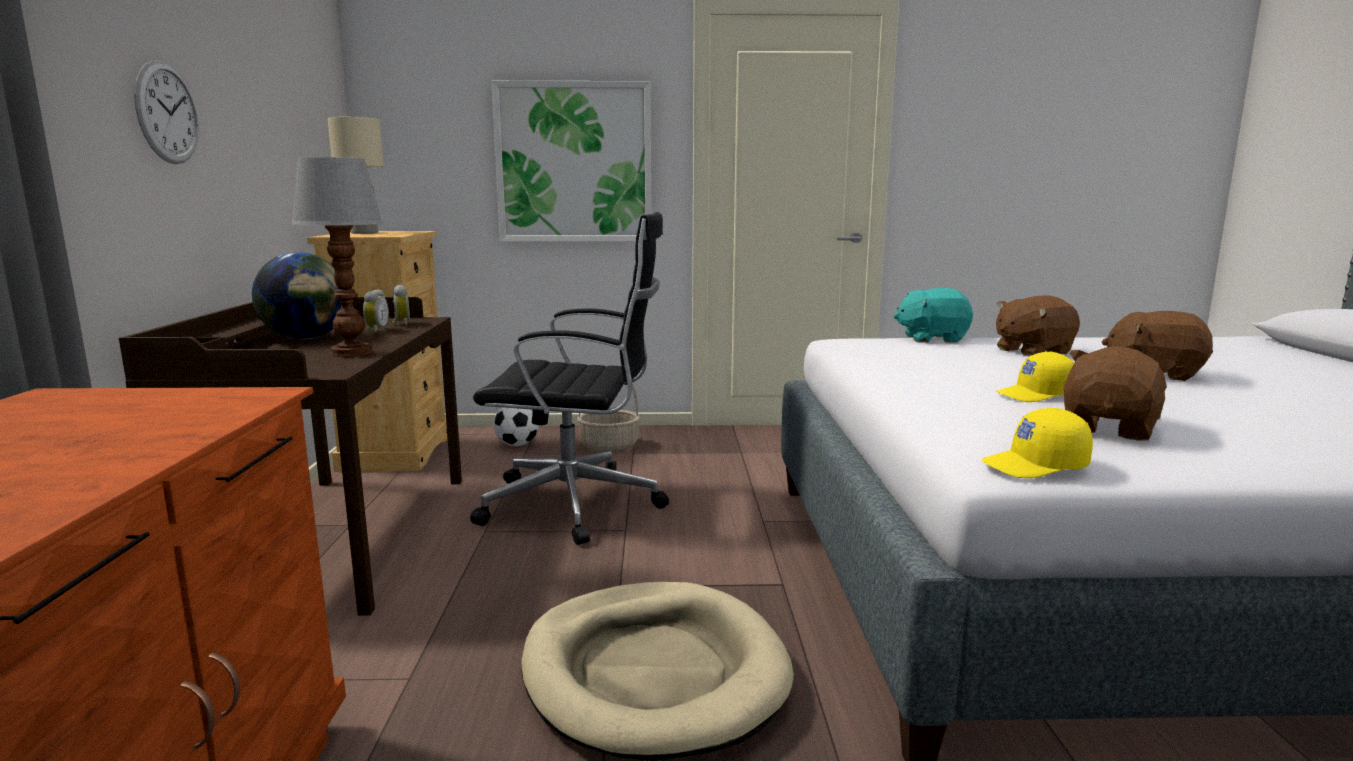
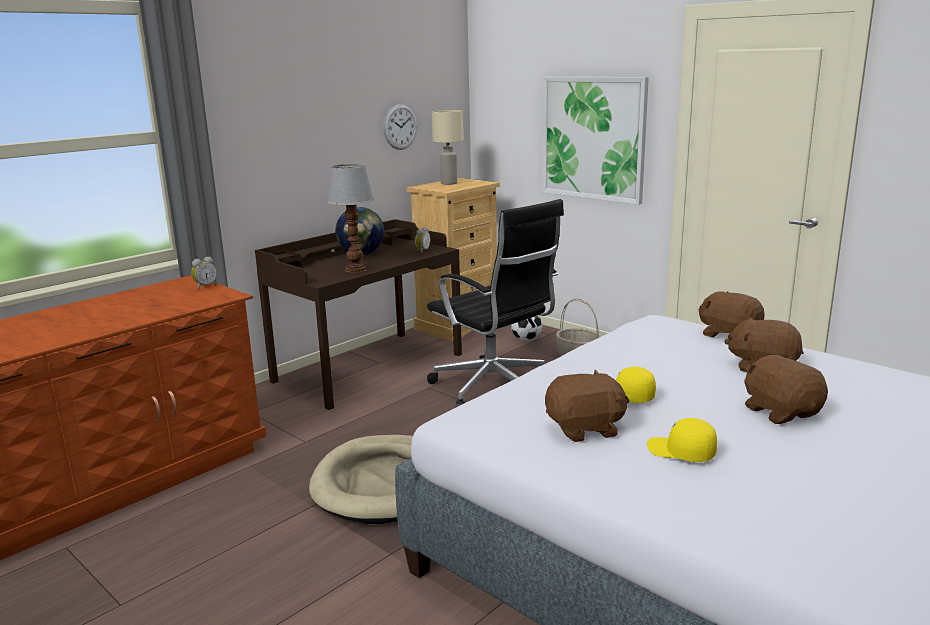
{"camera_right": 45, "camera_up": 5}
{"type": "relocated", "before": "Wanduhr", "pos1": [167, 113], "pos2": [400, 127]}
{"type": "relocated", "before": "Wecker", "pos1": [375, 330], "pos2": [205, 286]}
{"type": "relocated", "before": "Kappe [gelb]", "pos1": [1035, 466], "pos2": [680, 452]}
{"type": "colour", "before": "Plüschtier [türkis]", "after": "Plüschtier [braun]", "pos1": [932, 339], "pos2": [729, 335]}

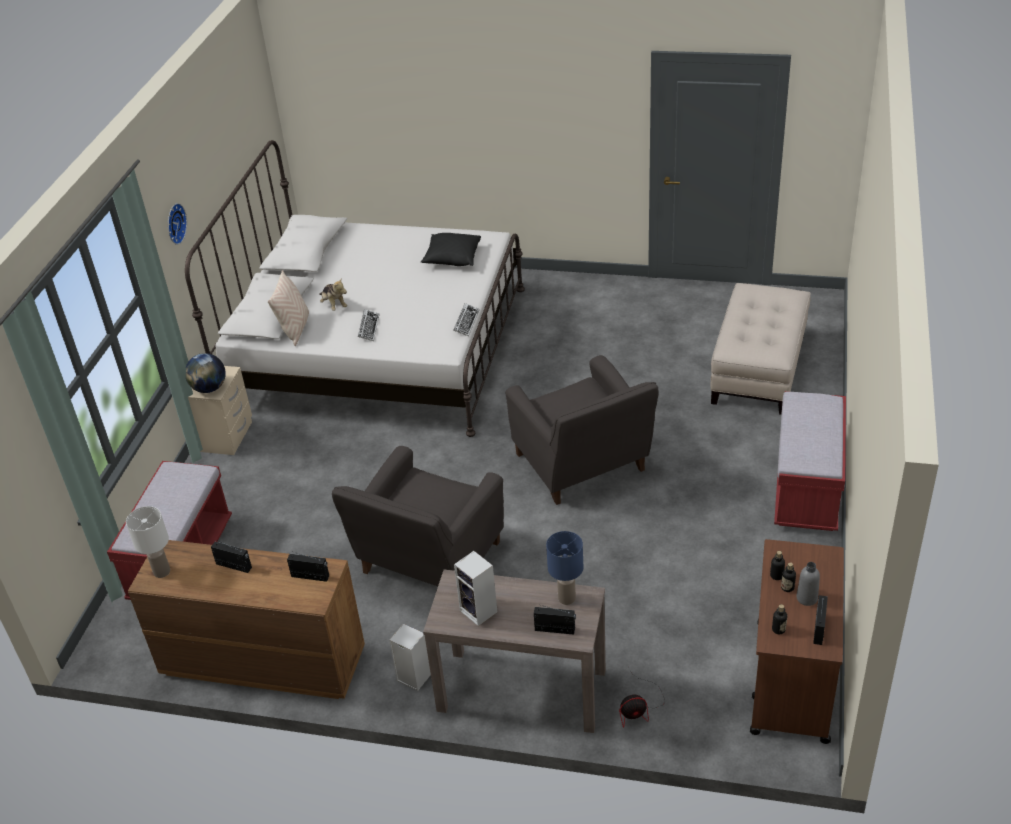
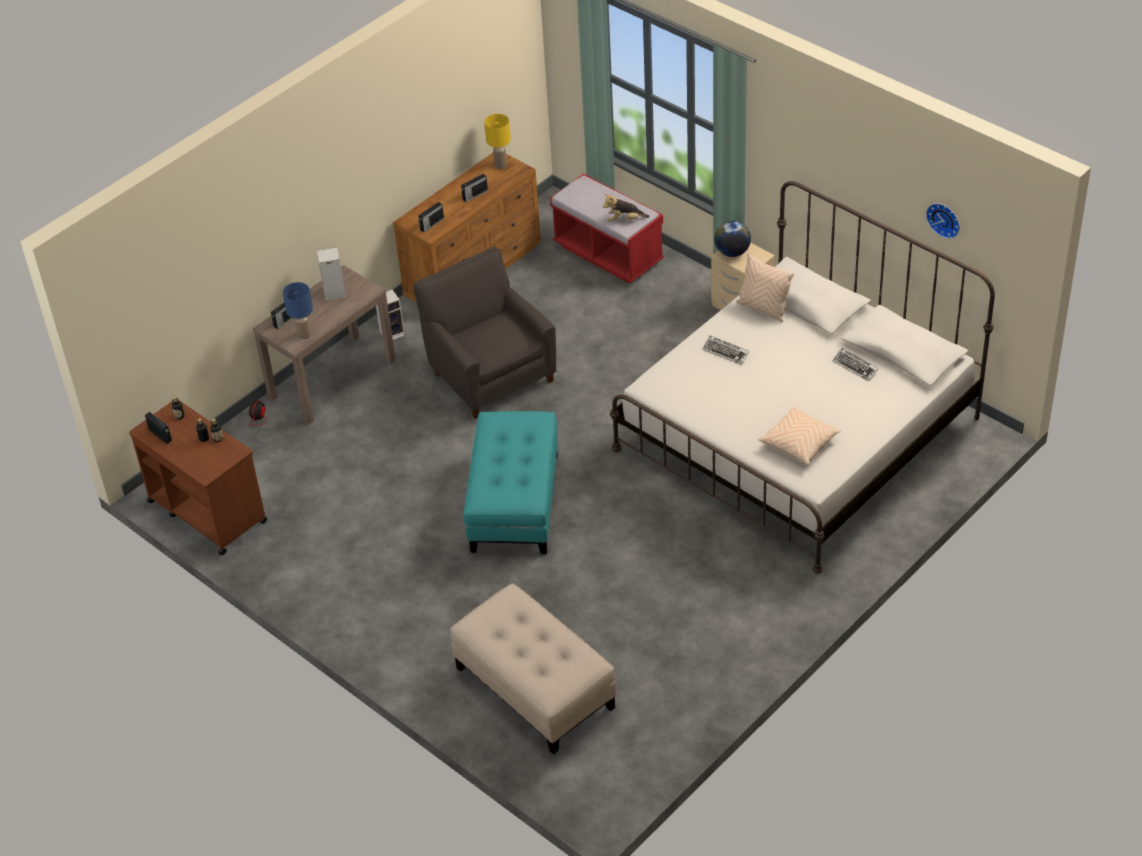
{"camera_right": 120, "camera_up": 5}
{"type": "missing", "before": "Bank [rot]", "pos1": [807, 489]}
{"type": "missing", "before": "Flasche [grau]", "pos1": [806, 598]}
{"type": "relocated", "before": "Wanduhr", "pos1": [174, 223], "pos2": [944, 219]}
{"type": "relocated", "before": "Plüschtier", "pos1": [334, 305], "pos2": [625, 220]}
{"type": "relocated", "before": "Tastatur", "pos1": [466, 322], "pos2": [855, 366]}
{"type": "exchanged", "before": "Sessel [grau]", "after": "Polsterhocker [türkis]", "pos1": [583, 466], "pos2": [513, 502]}
{"type": "colour", "before": "Tischlampe [weiß]", "after": "Tischlampe [gelb]", "pos1": [162, 571], "pos2": [500, 165]}
{"type": "colour", "before": "Kissen [schwarz]", "after": "Kissen [beige]", "pos1": [452, 258], "pos2": [799, 443]}

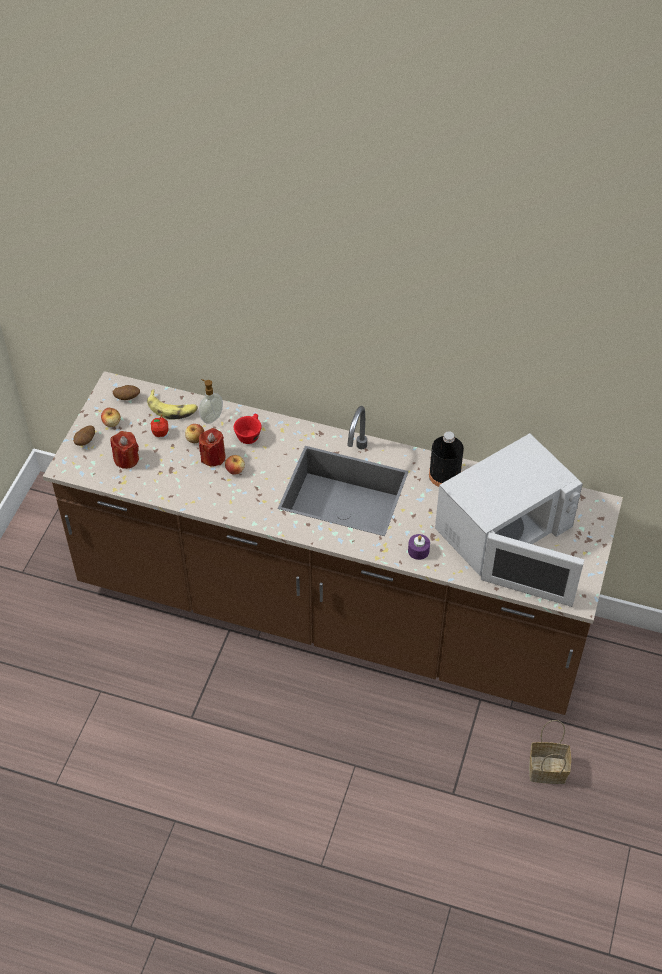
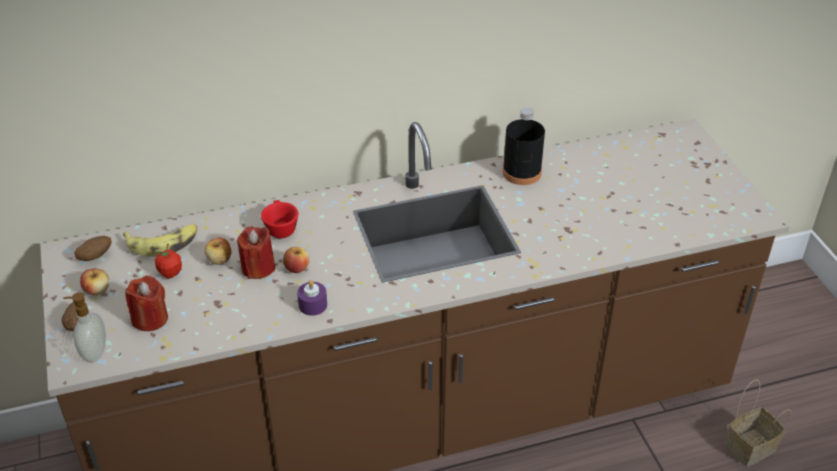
{"camera_right": -35, "camera_up": -10}
{"type": "missing", "before": "Mikrowelle [weiß]", "pos1": [504, 533]}
{"type": "relocated", "before": "Seifenspender", "pos1": [211, 417], "pos2": [93, 352]}
{"type": "relocated", "before": "Kerze [lila]", "pos1": [418, 551], "pos2": [313, 305]}

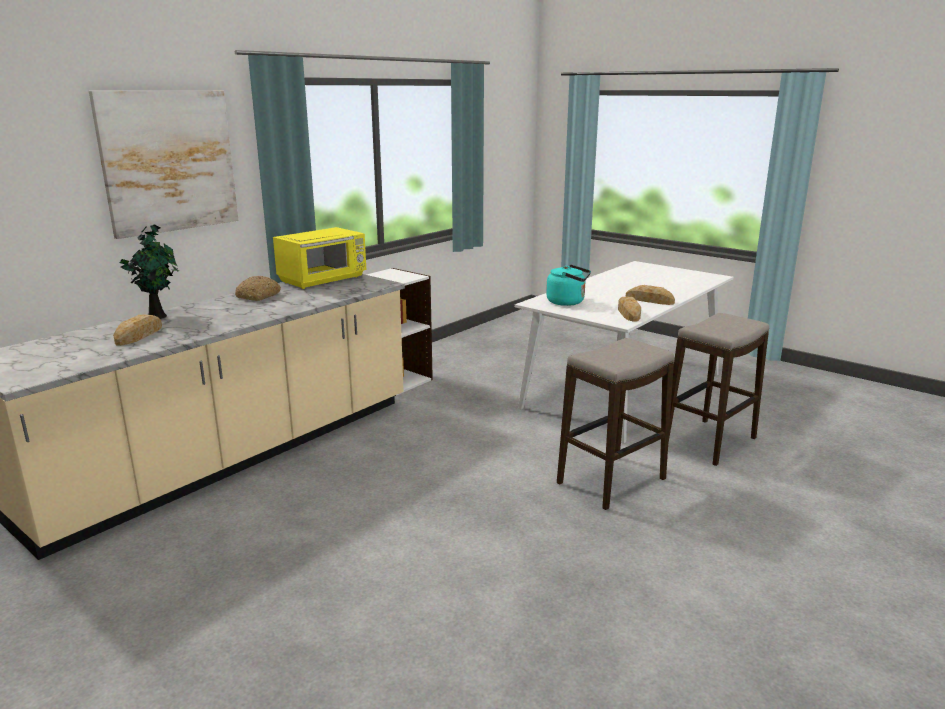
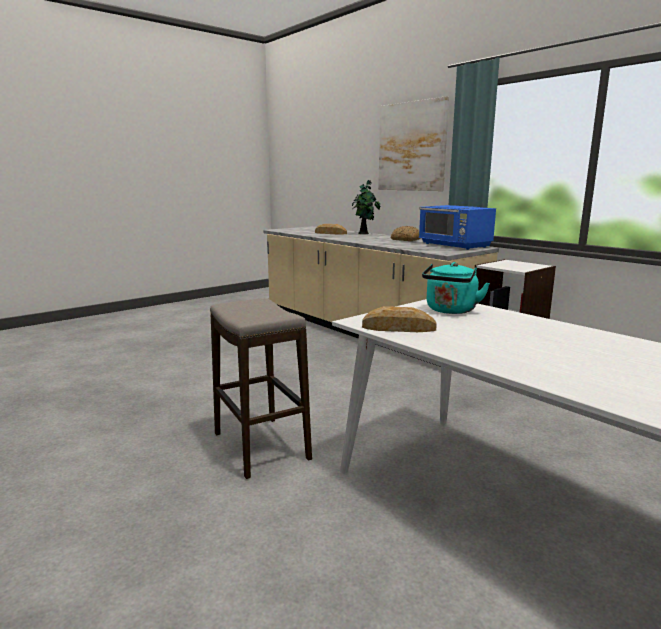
{"camera_right": 100, "camera_up": -5}
{"type": "missing", "before": "Brot", "pos1": [649, 300]}
{"type": "missing", "before": "Hocker", "pos1": [710, 442]}
{"type": "colour", "before": "Mikrowelle [gelb]", "after": "Mikrowelle [blau]", "pos1": [324, 280], "pos2": [454, 245]}

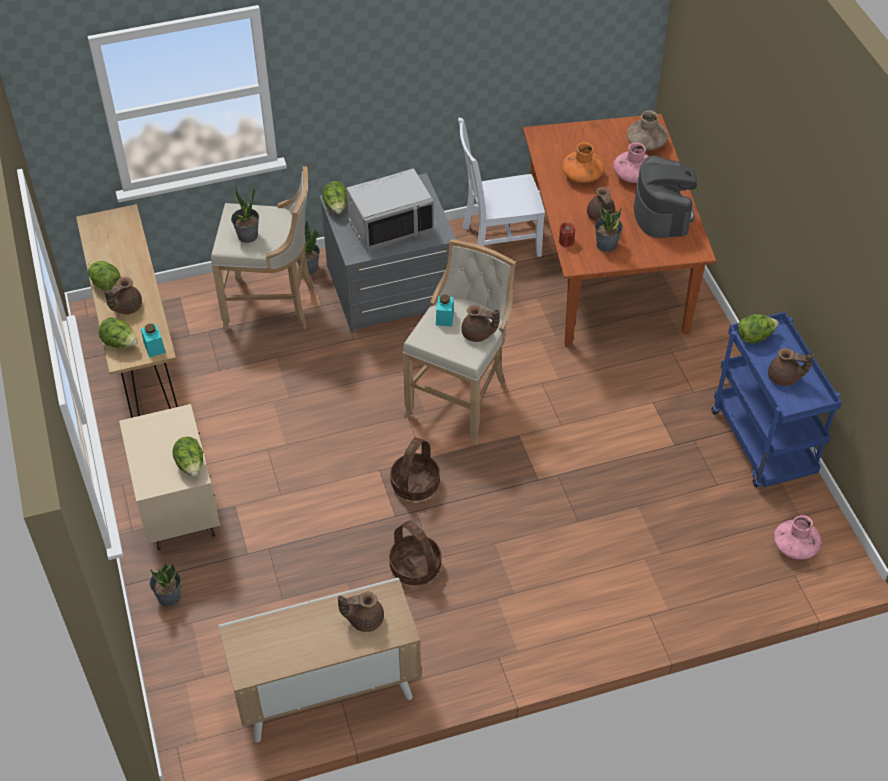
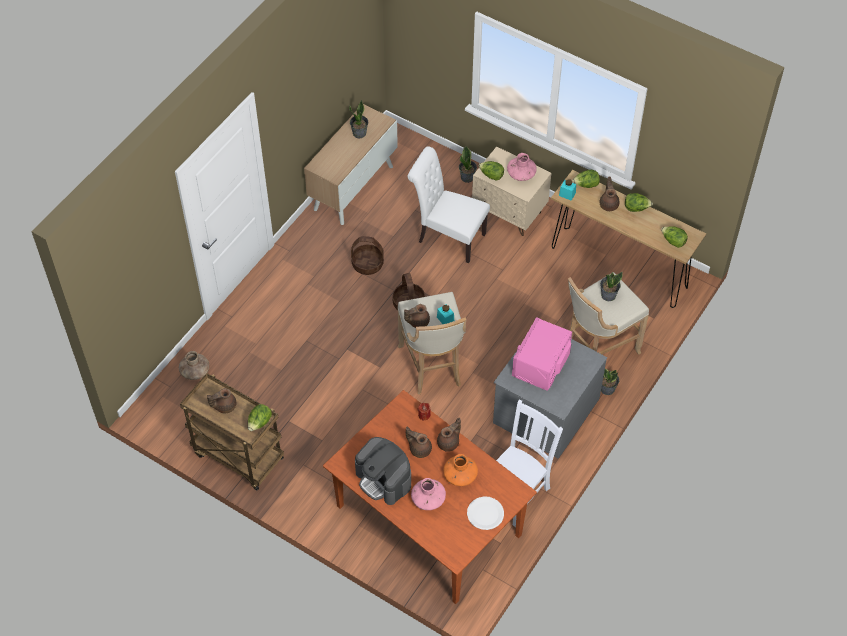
{"camera_right": 140, "camera_up": 5}
{"type": "appeared", "after": "Stuhl [weiß]", "pos2": [447, 237]}
{"type": "appeared", "after": "Teller [weiß]", "pos2": [485, 514]}
{"type": "relocated", "before": "Salatkopf", "pos1": [336, 207], "pos2": [673, 241]}
{"type": "relocated", "before": "Teekanne [braun]", "pos1": [364, 619], "pos2": [449, 442]}
{"type": "relocated", "before": "Topfpflanze", "pos1": [606, 244], "pos2": [359, 133]}
{"type": "relocated", "before": "Vase [braun]", "pos1": [646, 143], "pos2": [195, 371]}
{"type": "relocated", "before": "Vase [rosa]", "pos1": [795, 546], "pos2": [521, 174]}
{"type": "colour", "before": "Mikrowelle [grau]", "after": "Mikrowelle [rosa]", "pos1": [390, 226], "pos2": [541, 364]}
{"type": "colour", "before": "Rollwagen [blau]", "after": "Rollwagen [braun]", "pos1": [763, 445], "pos2": [237, 456]}

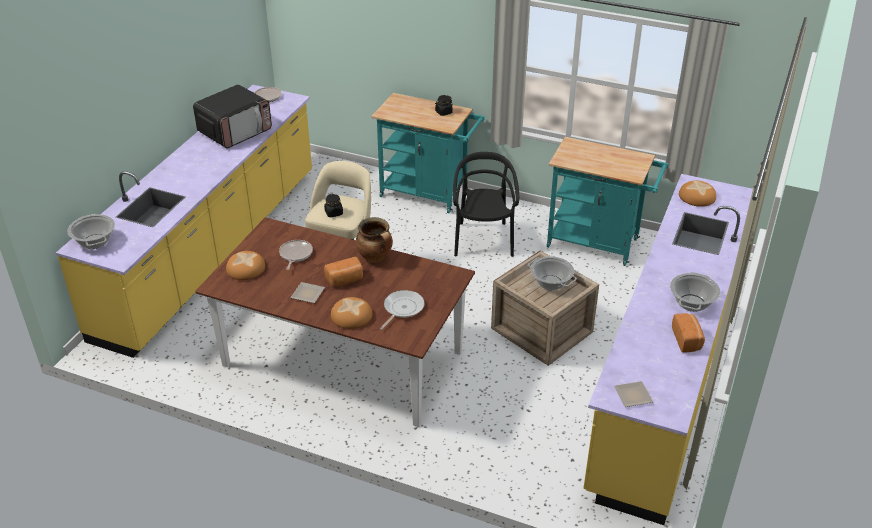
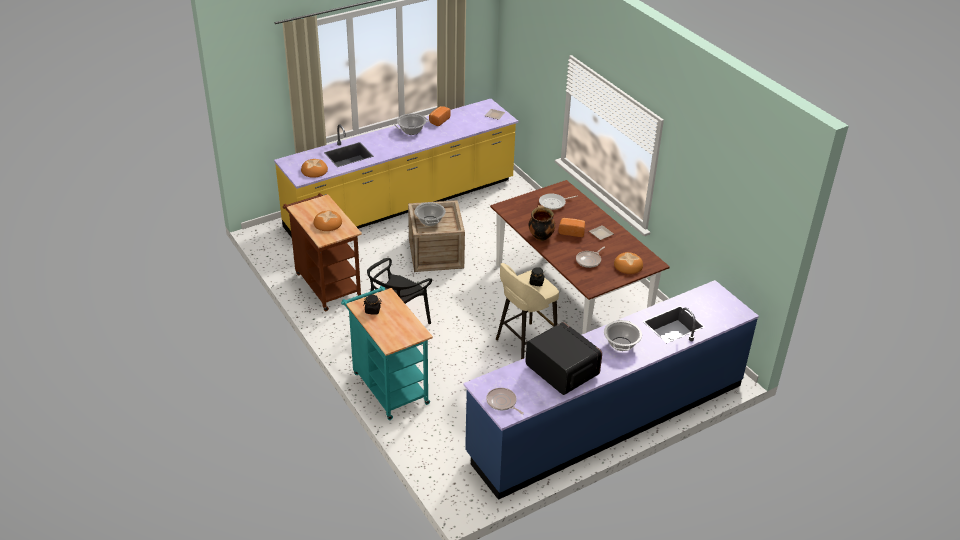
{"camera_right": -145, "camera_up": 0}
{"type": "relocated", "before": "Kochtopf", "pos1": [95, 242], "pos2": [621, 344]}
{"type": "relocated", "before": "Brot", "pos1": [352, 316], "pos2": [327, 223]}
{"type": "colour", "before": "Küchenzeile [gelb]", "after": "Küchenzeile [blau]", "pos1": [212, 251], "pos2": [607, 419]}
{"type": "colour", "before": "Rollwagen [türkis]", "after": "Rollwagen [braun]", "pos1": [598, 244], "pos2": [326, 283]}
{"type": "spun", "before": "Mikrowelle", "pos1": [235, 131], "pos2": [561, 370], "turn": 60}

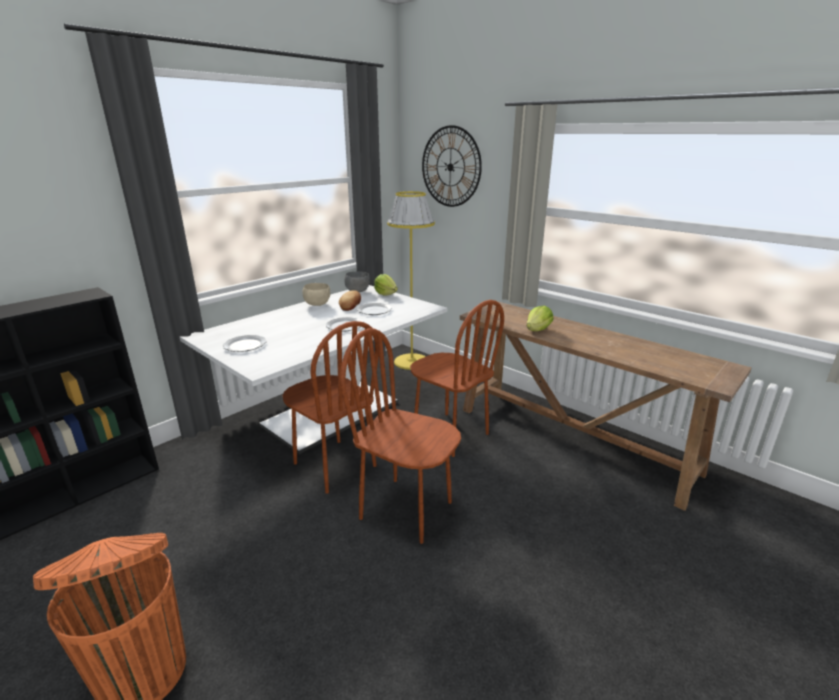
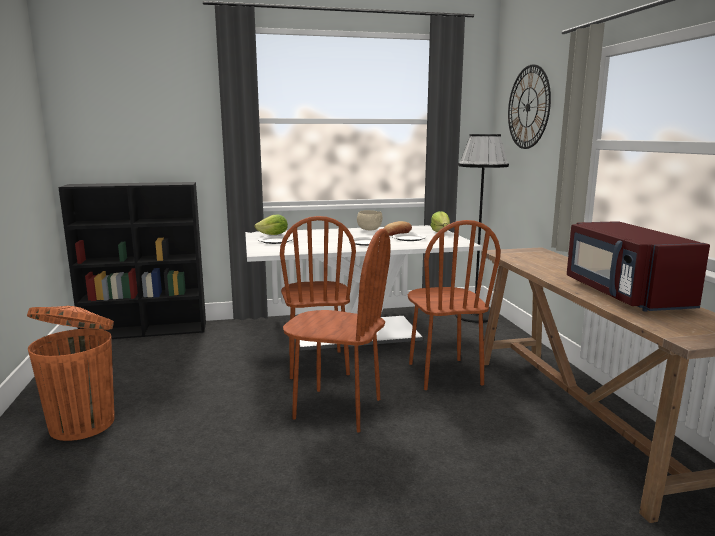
{"camera_right": 35, "camera_up": -10}
{"type": "missing", "before": "Schüssel [grau]", "pos1": [358, 291]}
{"type": "appeared", "after": "Mikrowelle [rot]", "pos2": [623, 294]}
{"type": "relocated", "before": "Salatkopf", "pos1": [538, 330], "pos2": [273, 235]}
{"type": "colour", "before": "Stehlampe [gelb]", "after": "Stehlampe [schwarz]", "pos1": [412, 361], "pos2": [475, 316]}
{"type": "spun", "before": "Stuhl [braun]", "pos1": [406, 509], "pos2": [337, 409], "turn": 135}

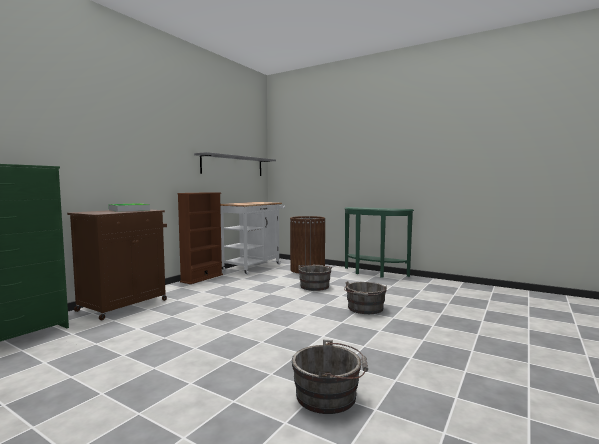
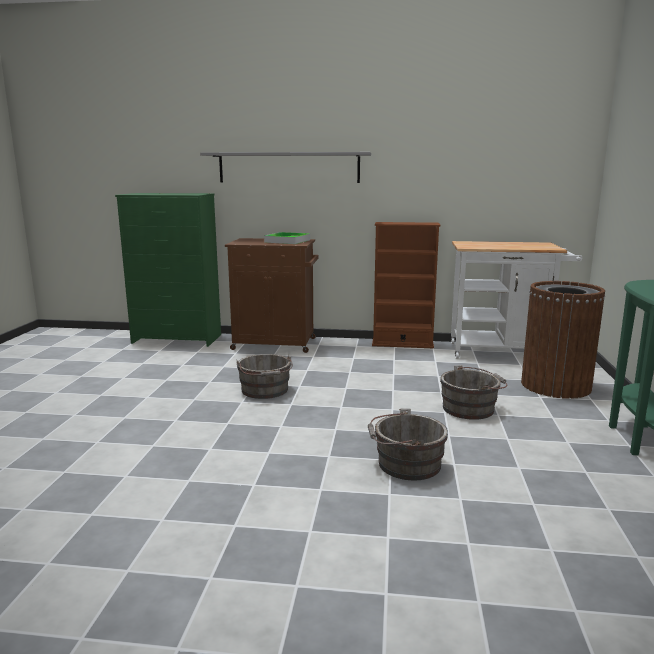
{"camera_right": 65, "camera_up": 10}
{"type": "relocated", "before": "Wandregal [grau]", "pos1": [233, 166], "pos2": [288, 167]}
{"type": "relocated", "before": "Eimer [grau]", "pos1": [330, 396], "pos2": [265, 391]}

